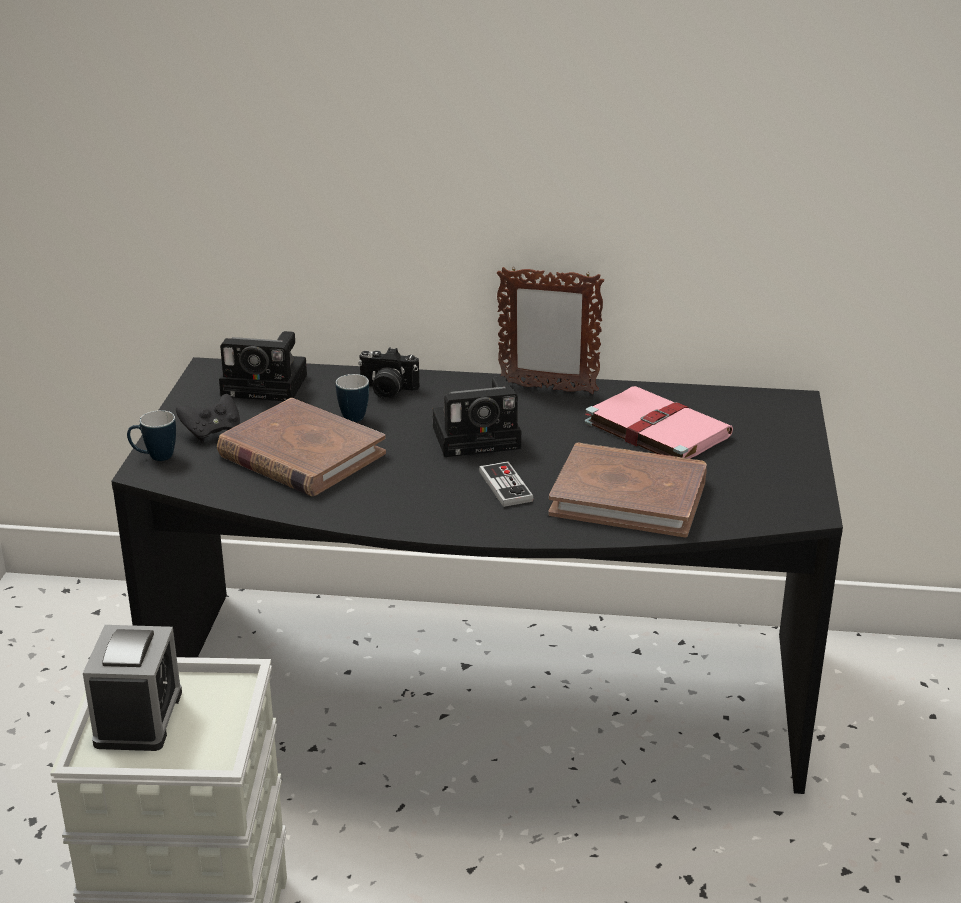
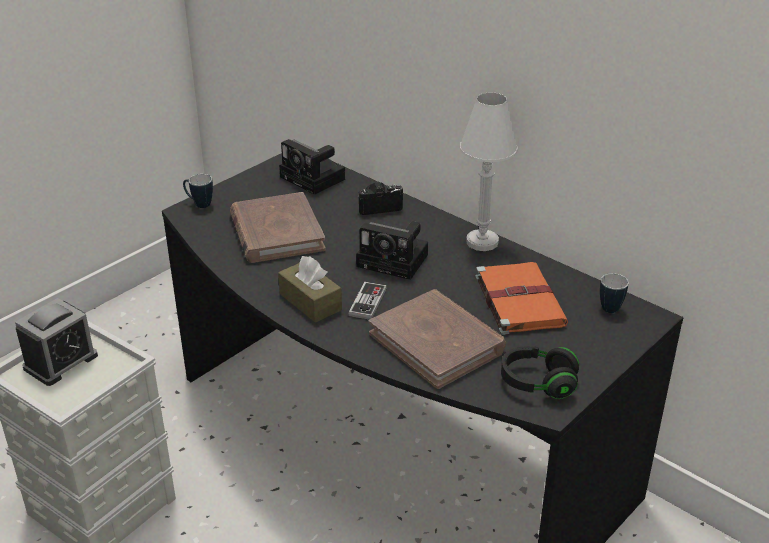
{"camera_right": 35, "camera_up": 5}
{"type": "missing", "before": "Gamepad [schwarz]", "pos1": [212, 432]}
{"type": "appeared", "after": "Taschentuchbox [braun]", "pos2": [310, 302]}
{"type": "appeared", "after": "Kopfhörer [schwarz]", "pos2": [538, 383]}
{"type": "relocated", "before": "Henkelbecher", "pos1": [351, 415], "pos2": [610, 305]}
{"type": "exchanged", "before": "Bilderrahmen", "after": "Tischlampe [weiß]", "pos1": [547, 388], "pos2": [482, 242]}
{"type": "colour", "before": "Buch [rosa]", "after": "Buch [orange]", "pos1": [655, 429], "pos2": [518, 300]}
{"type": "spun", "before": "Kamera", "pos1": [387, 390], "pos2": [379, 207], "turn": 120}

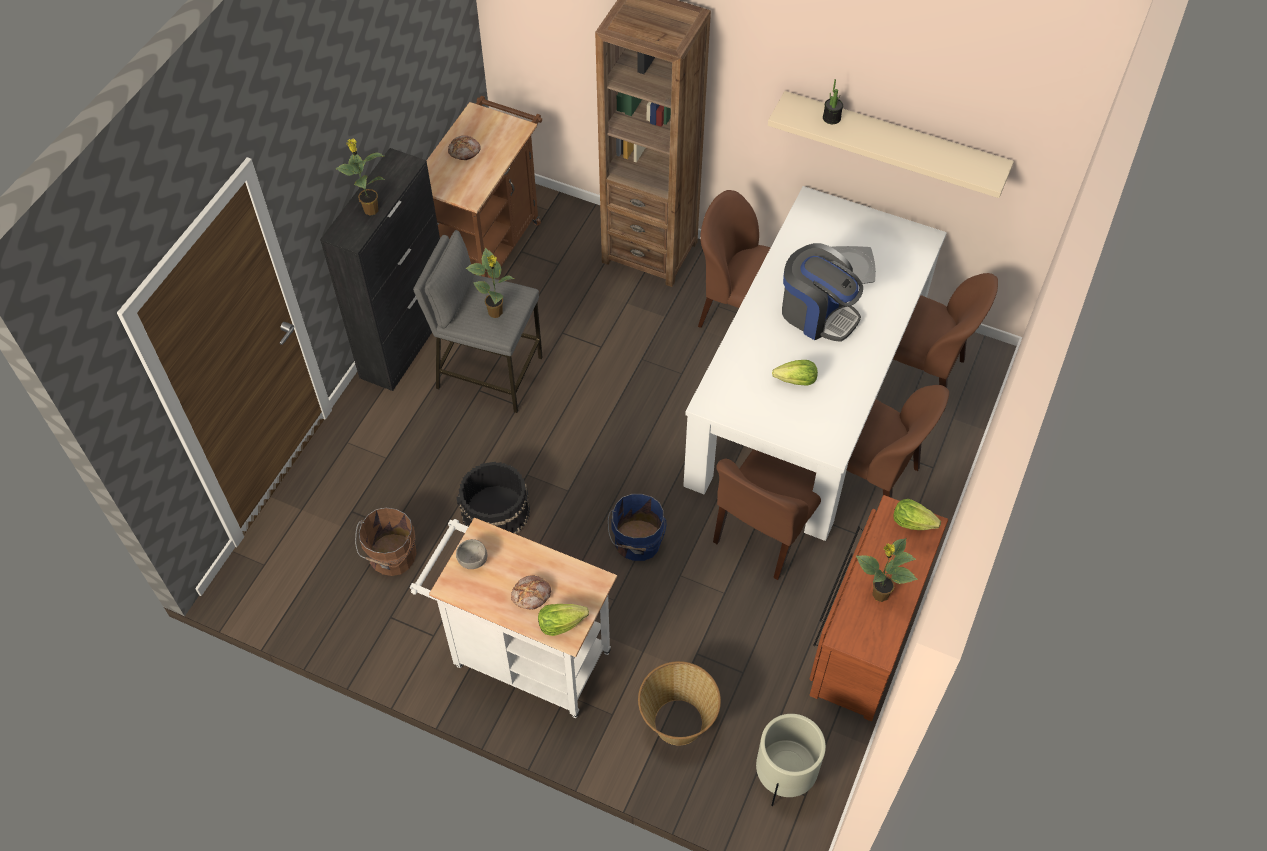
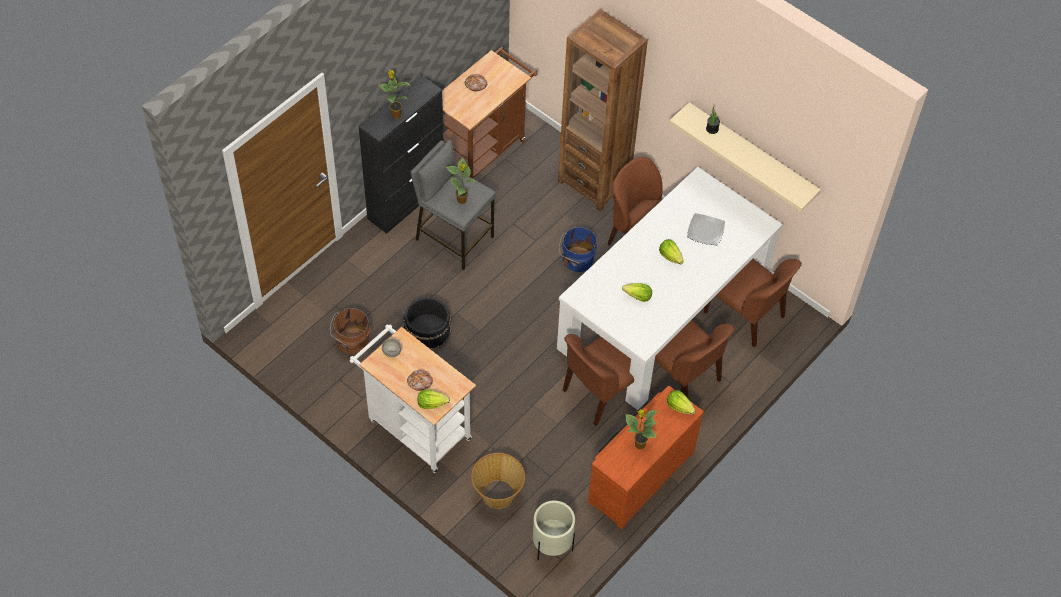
{"camera_right": 15, "camera_up": 0}
{"type": "relocated", "before": "Eimer [blau]", "pos1": [637, 542], "pos2": [577, 260]}
{"type": "exchanged", "before": "Kaffeemaschine", "after": "Salatkopf", "pos1": [817, 313], "pos2": [670, 256]}

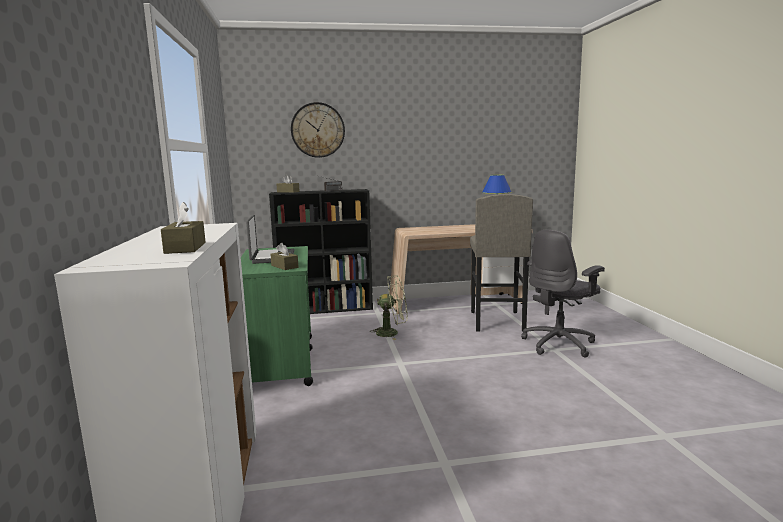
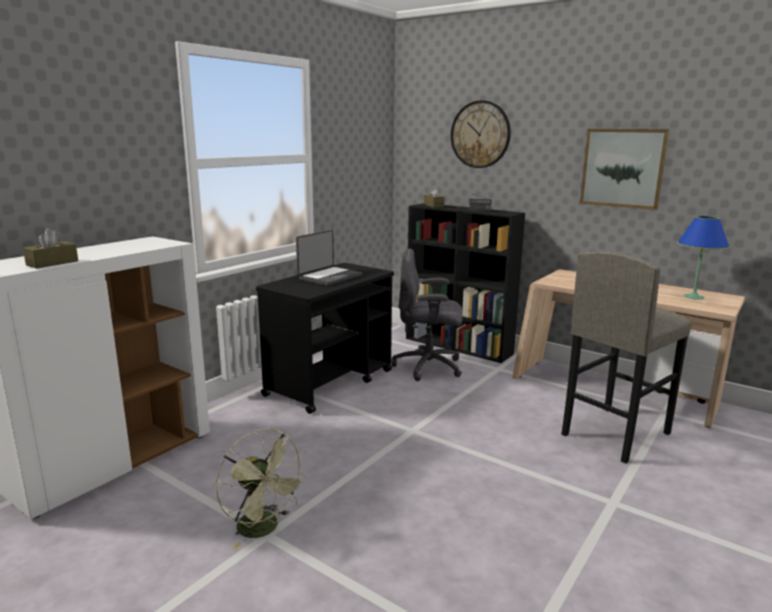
{"camera_right": 45, "camera_up": 5}
{"type": "missing", "before": "Taschentuchbox [braun]", "pos1": [284, 266]}
{"type": "appeared", "after": "Bild", "pos2": [623, 168]}
{"type": "relocated", "before": "Ventilator [grün]", "pos1": [392, 333], "pos2": [264, 529]}
{"type": "relocated", "before": "Bürostuhl [grau]", "pos1": [559, 344], "pos2": [429, 367]}
{"type": "colour", "before": "Rollwagen [grün]", "after": "Rollwagen [schwarz]", "pos1": [280, 361], "pos2": [330, 382]}

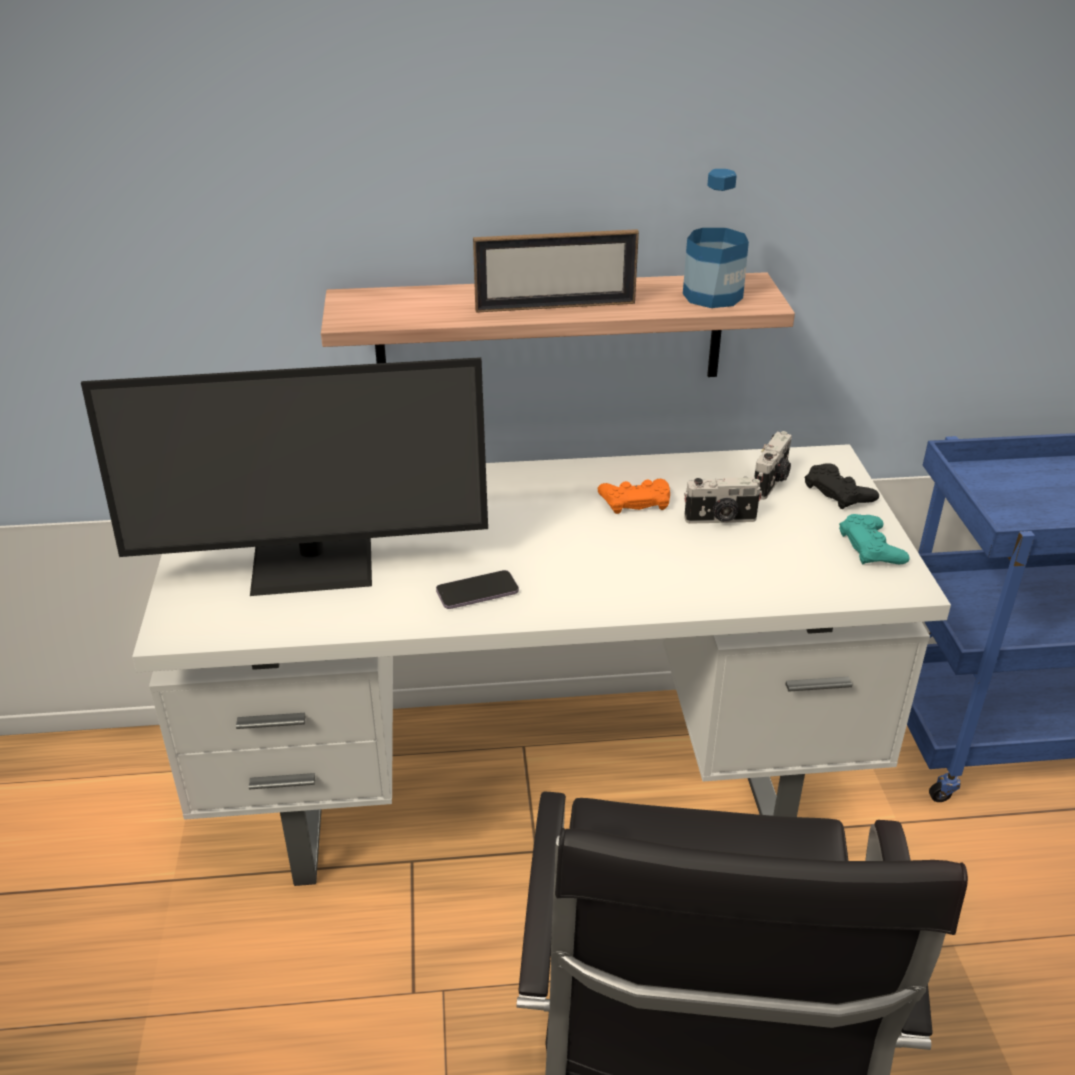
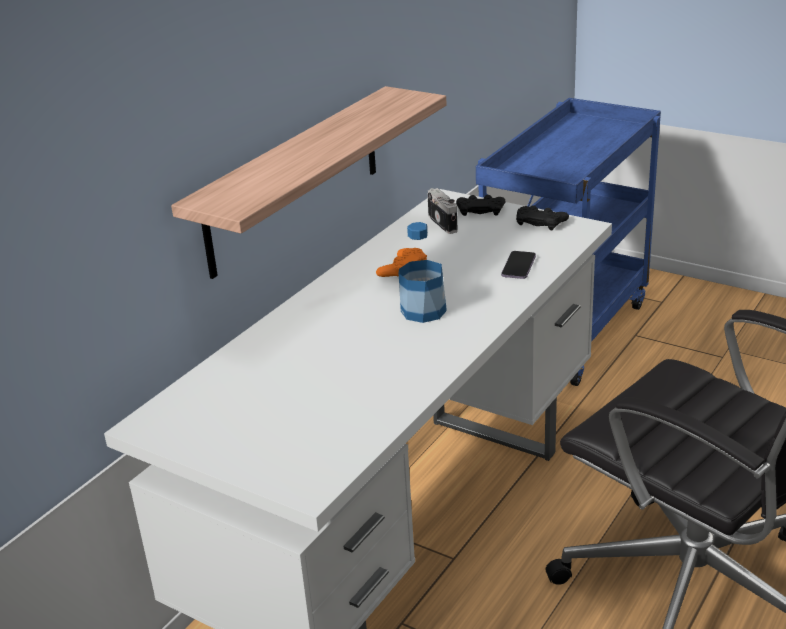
{"camera_right": -50, "camera_up": -5}
{"type": "missing", "before": "Monitor", "pos1": [312, 559]}
{"type": "missing", "before": "Bilderrahmen", "pos1": [555, 306]}
{"type": "missing", "before": "Kamera", "pos1": [720, 519]}
{"type": "relocated", "before": "Handy", "pos1": [477, 592], "pos2": [518, 266]}
{"type": "relocated", "before": "Flasche", "pos1": [712, 296], "pos2": [423, 311]}
{"type": "colour", "before": "Gamepad [türkis]", "after": "Gamepad [schwarz]", "pos1": [871, 547], "pos2": [540, 222]}

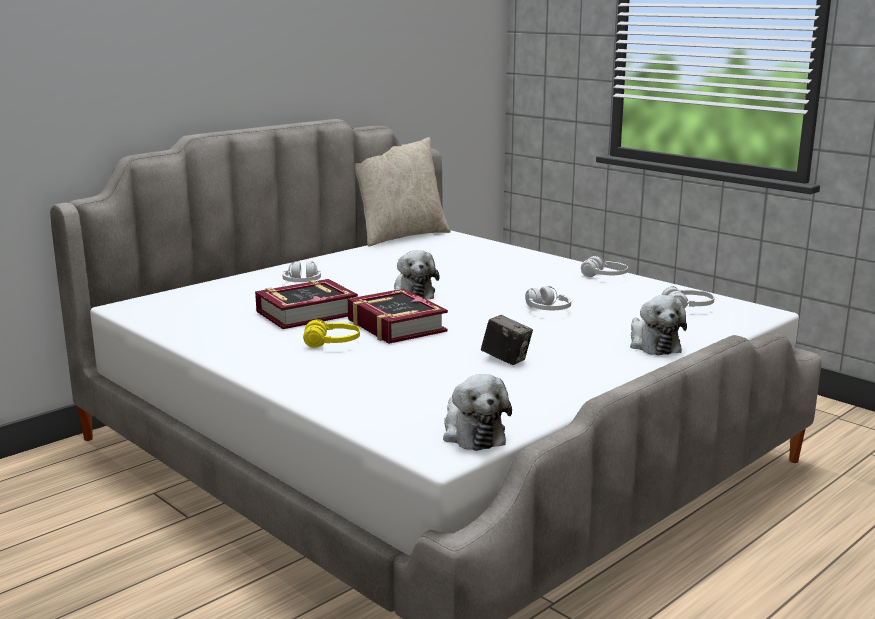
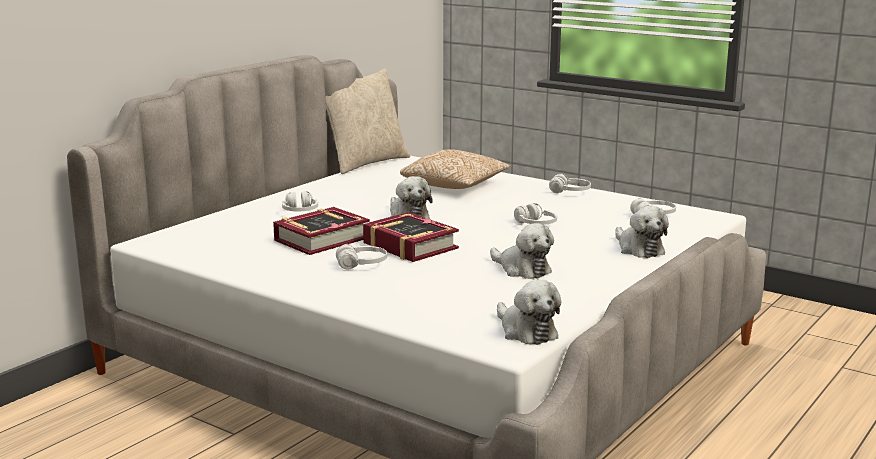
{"camera_right": -10, "camera_up": 0}
{"type": "appeared", "after": "Kissen", "pos2": [455, 185]}
{"type": "exchanged", "before": "Kamera", "after": "Plüschtier", "pos1": [506, 359], "pos2": [522, 269]}
{"type": "colour", "before": "Kopfhörer [gelb]", "after": "Kopfhörer [weiß]", "pos1": [332, 343], "pos2": [362, 265]}

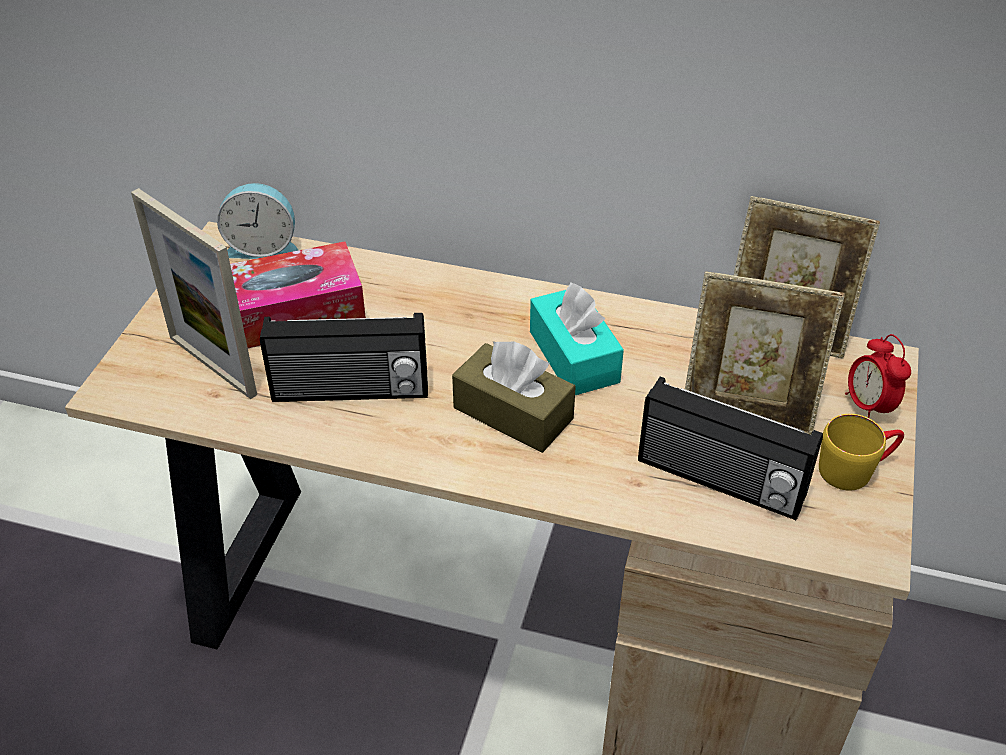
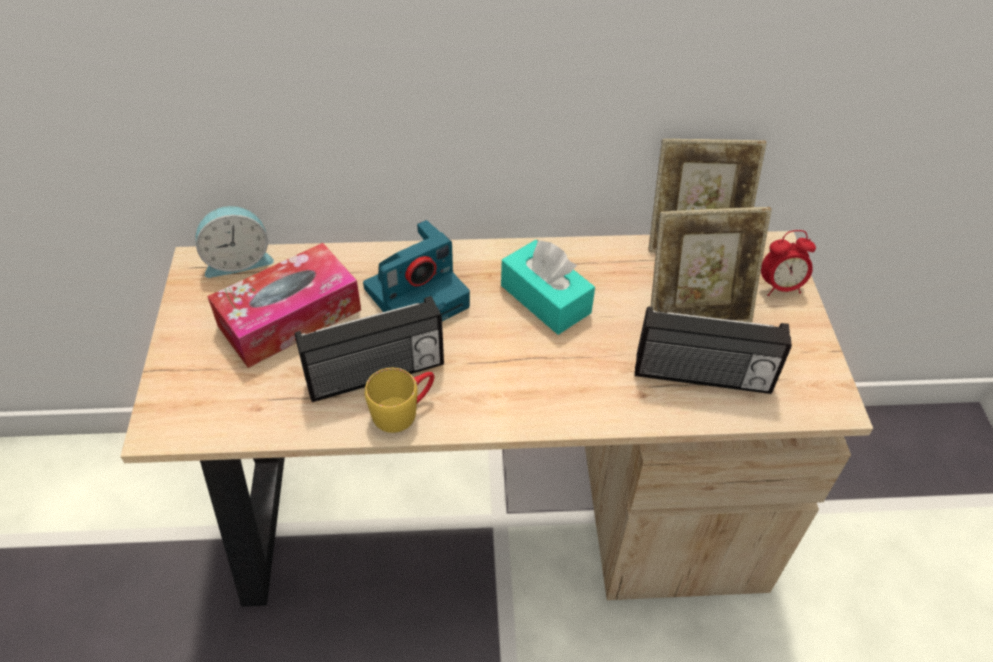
{"camera_right": -20, "camera_up": 5}
{"type": "missing", "before": "Bilderrahmen", "pos1": [212, 365]}
{"type": "missing", "before": "Taschentuchbox [braun]", "pos1": [513, 413]}
{"type": "appeared", "after": "Kamera", "pos2": [417, 295]}
{"type": "relocated", "before": "Henkelbecher [gelb]", "pos1": [856, 468], "pos2": [403, 409]}
{"type": "spun", "before": "Wecker", "pos1": [868, 406], "pos2": [780, 287], "turn": -60}

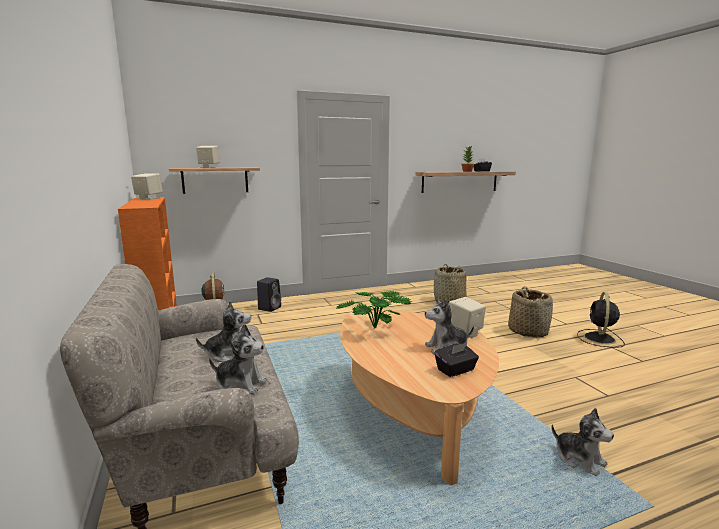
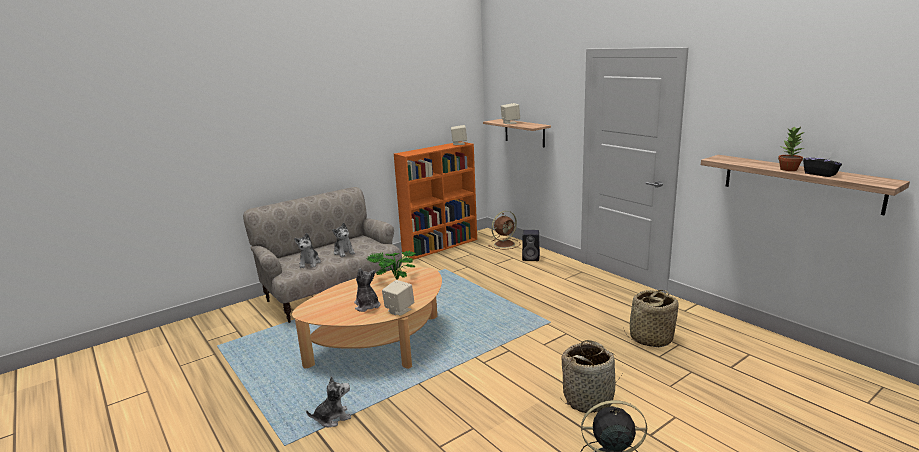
{"camera_right": 75, "camera_up": 5}
{"type": "missing", "before": "Taschentuchbox [schwarz]", "pos1": [456, 370]}
{"type": "spun", "before": "Plüschtier", "pos1": [579, 459], "pos2": [332, 418], "turn": -150}

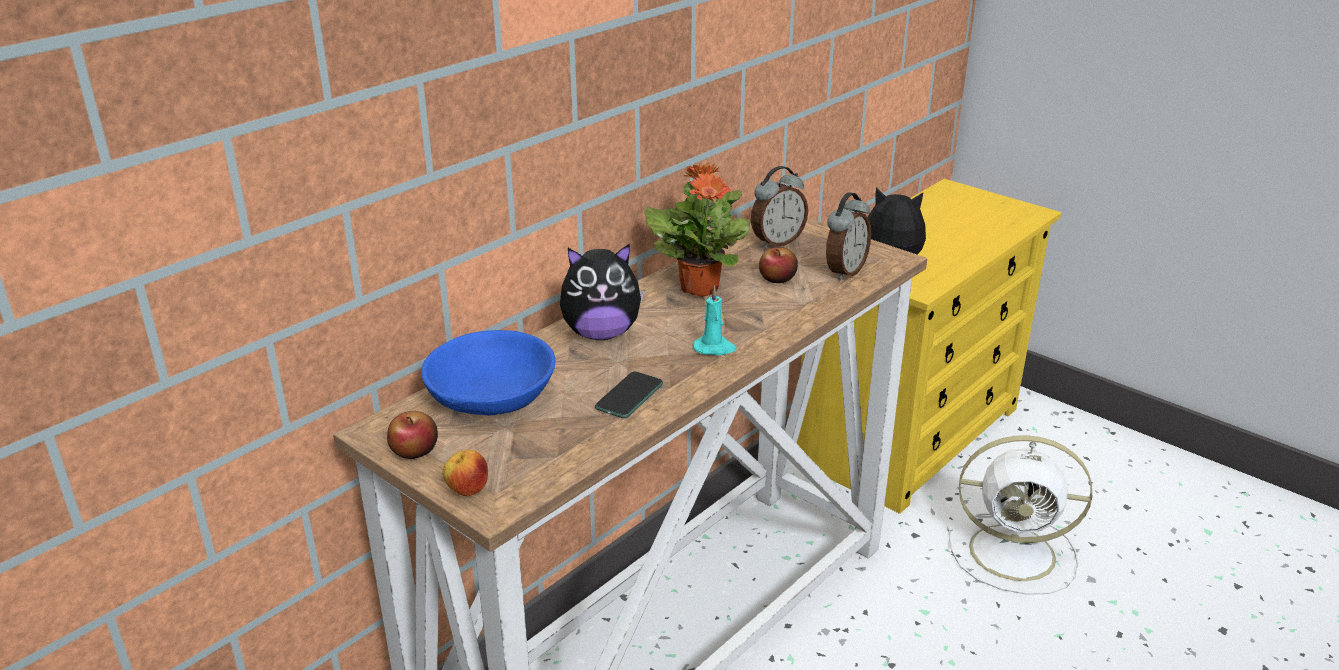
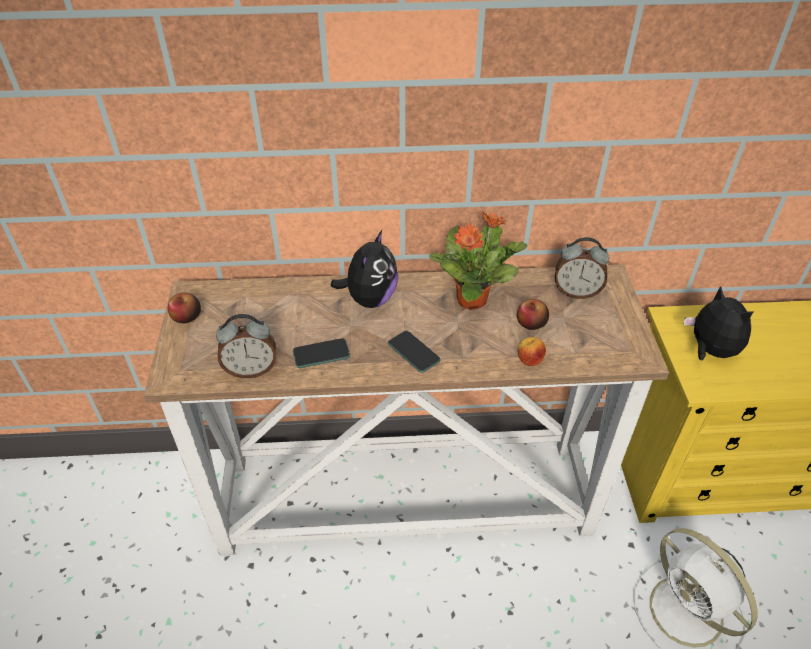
{"camera_right": 45, "camera_up": 15}
{"type": "missing", "before": "Schüssel [blau]", "pos1": [492, 396]}
{"type": "relocated", "before": "Apfel", "pos1": [467, 491], "pos2": [529, 361]}
{"type": "relocated", "before": "Wecker", "pos1": [844, 271], "pos2": [251, 370]}
{"type": "exchanged", "before": "Kerze [türkis]", "after": "Handy", "pos1": [715, 348], "pos2": [413, 352]}
{"type": "spun", "before": "Plüschtier", "pos1": [601, 333], "pos2": [370, 299], "turn": -105}

